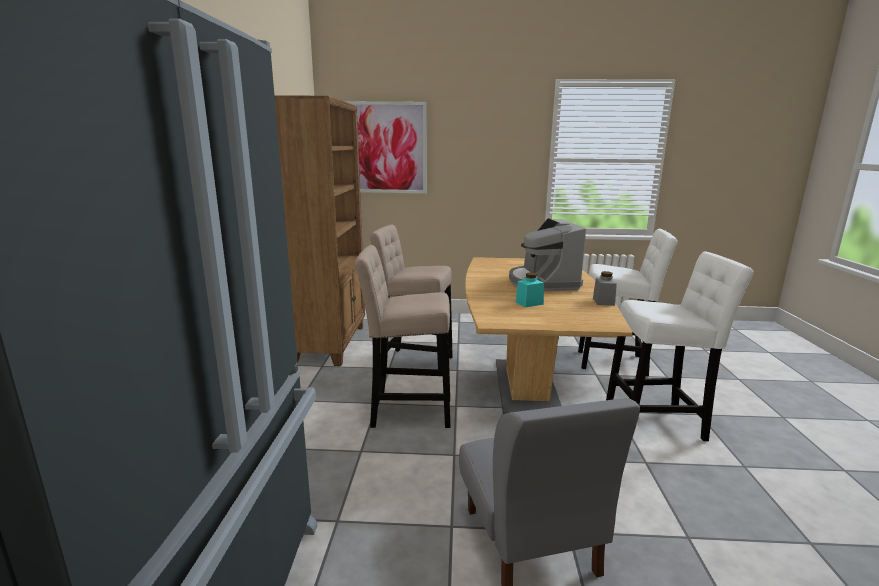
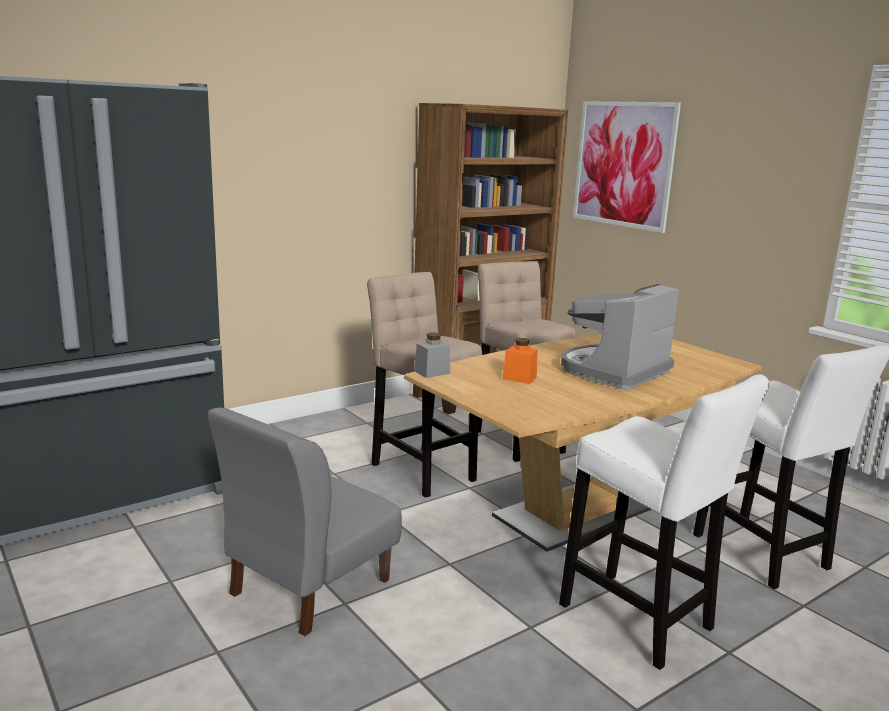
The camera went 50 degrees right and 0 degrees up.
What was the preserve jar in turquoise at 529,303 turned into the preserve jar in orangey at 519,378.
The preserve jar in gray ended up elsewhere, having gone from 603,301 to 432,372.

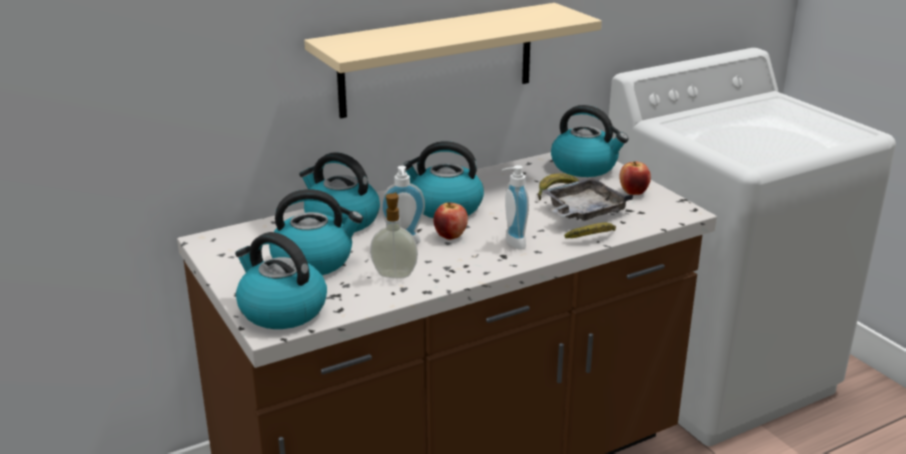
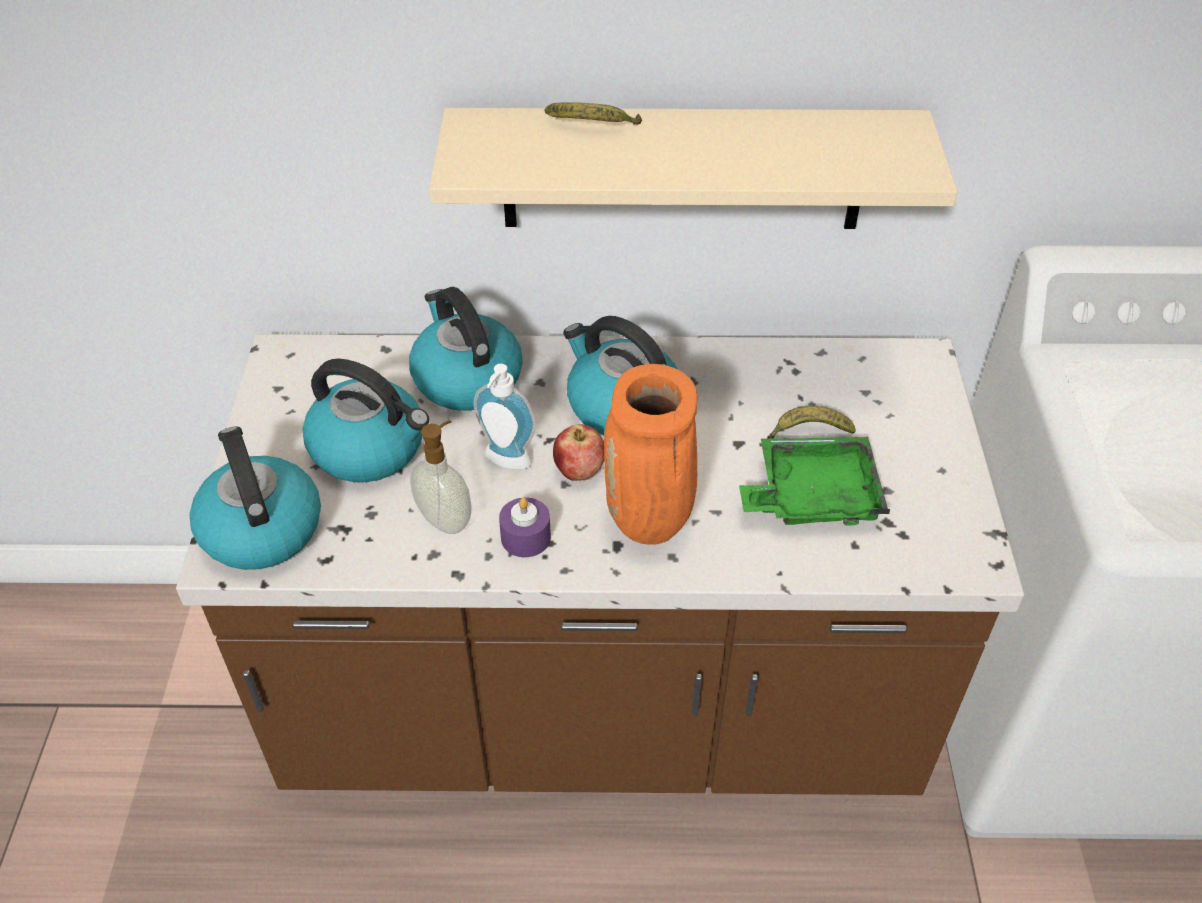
The camera went 30 degrees right and 20 degrees up.
Where the soap dispenser stood at 511,243, the decorative vase in orangey came to stand at 651,522.
What was the carrying tray in gray at 583,211 turned into the carrying tray in green at 812,495.
The second view lost the tea kettle at 585,167.
The whole banana ended up elsewhere, having gone from 593,238 to 592,126.
The second view lost the whole apple at 633,192.
The second view gained the wax candle in purplish at 525,537.

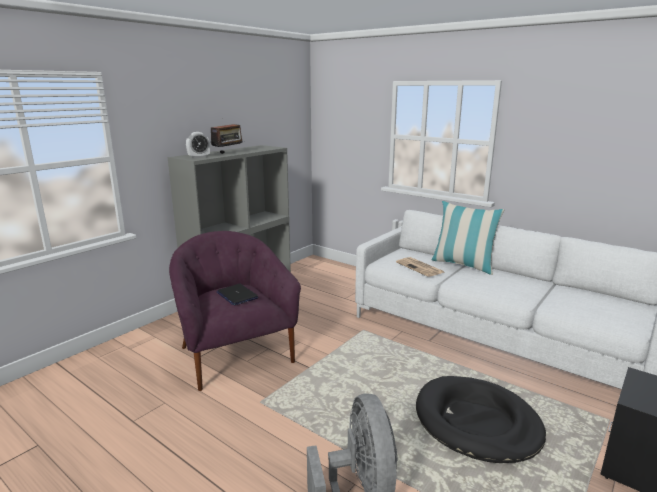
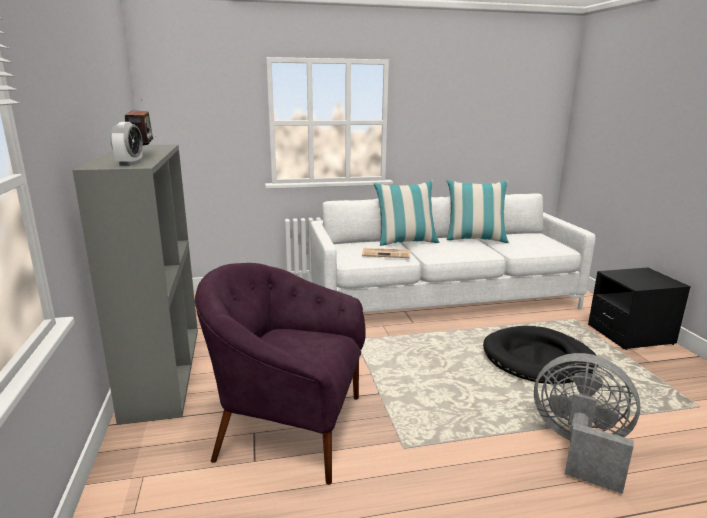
The camera went 50 degrees left and 0 degrees up.
The second view lost the laptop at 237,295.
The second view gained the pillow at 475,239.

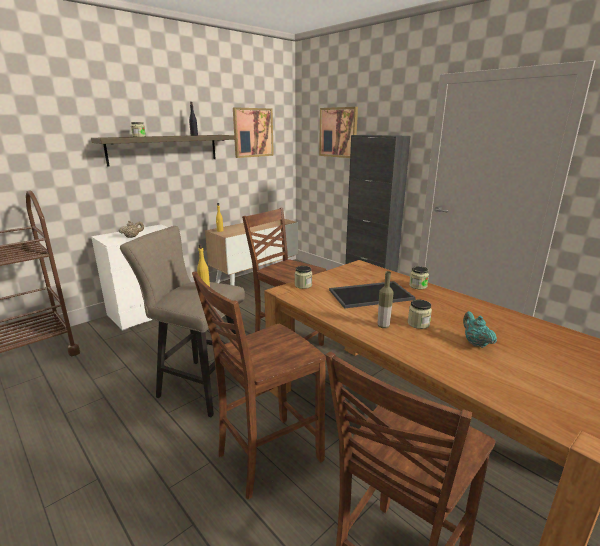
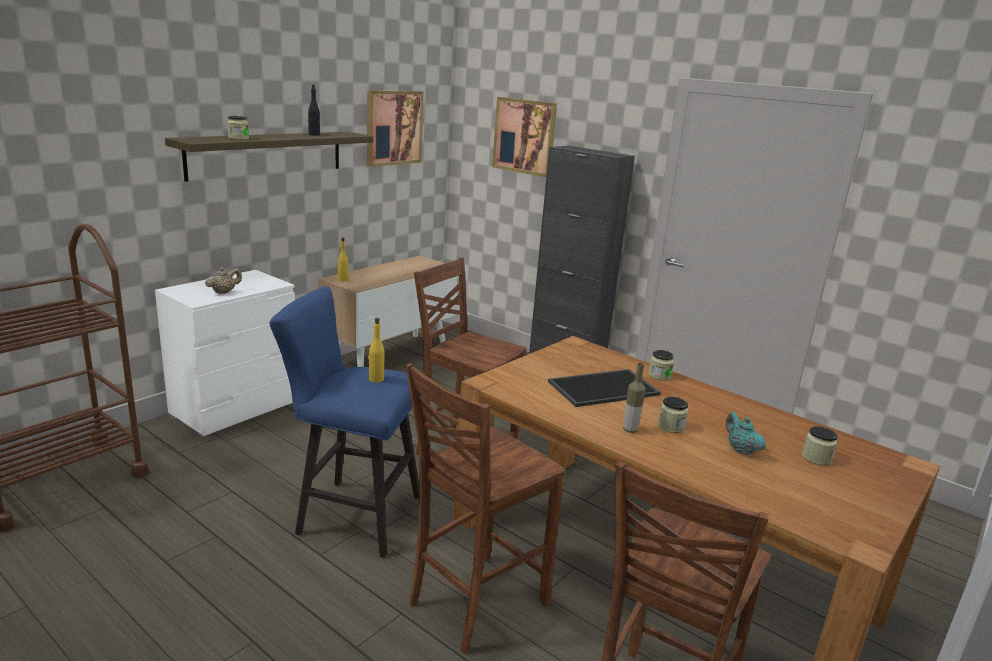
The camera went 10 degrees left and 0 degrees up.
What was the sitting stool in beige-coloured at 198,384 turned into the sitting stool in blue-coloured at 351,514.
The preserve jar ended up elsewhere, having gone from 303,285 to 816,458.

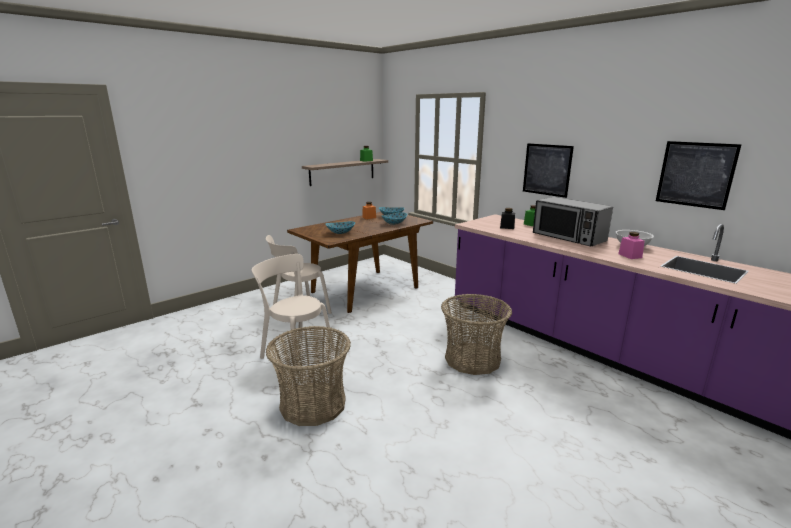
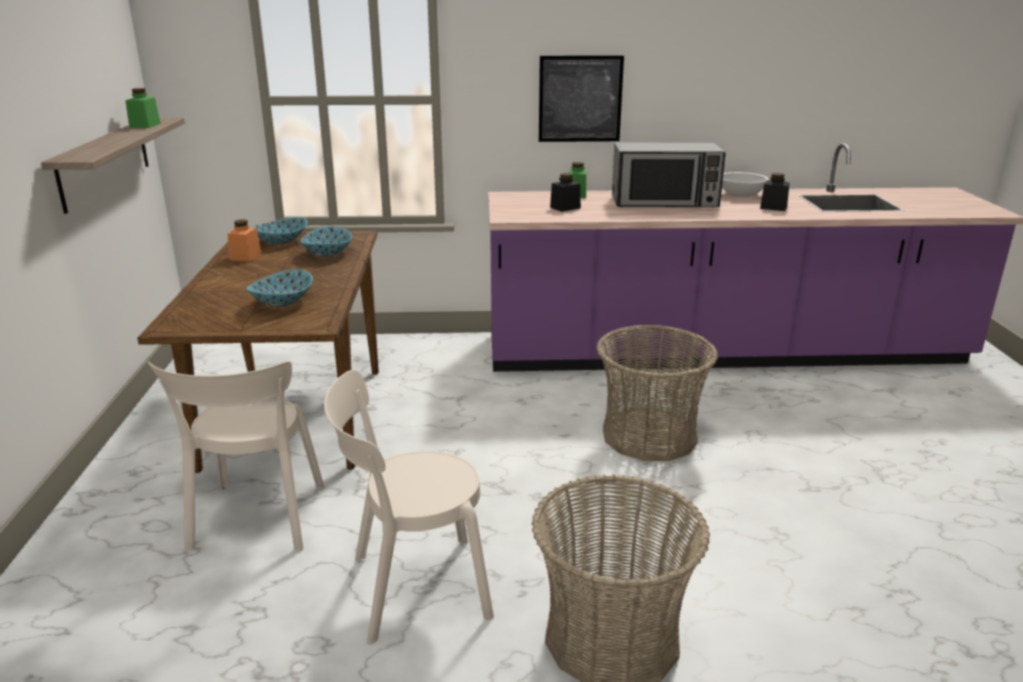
The camera went 50 degrees left and 5 degrees up.
What was the preserve jar in pink-coloured at 630,256 turned into the preserve jar in black at 773,207.
The second view lost the wall picture at 695,174.

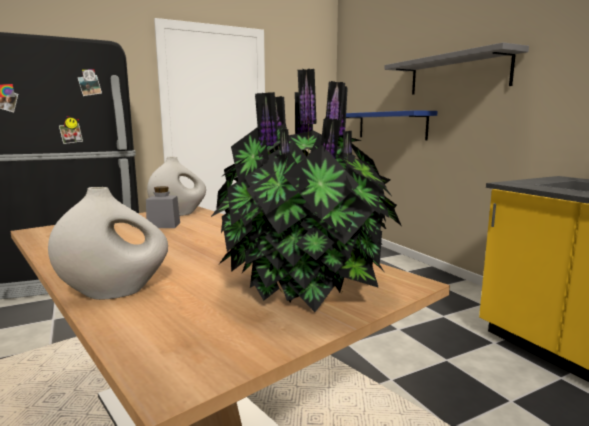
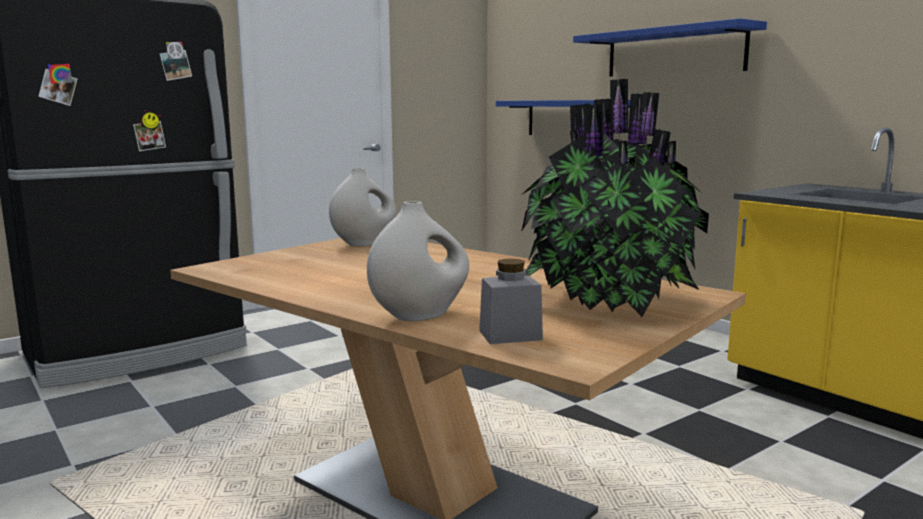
The camera went 10 degrees left and 0 degrees up.
The preserve jar in gray ended up elsewhere, having gone from 163,225 to 510,335.
What was the shelf in gray at 457,74 turned into the shelf in blue-coloured at 673,52.

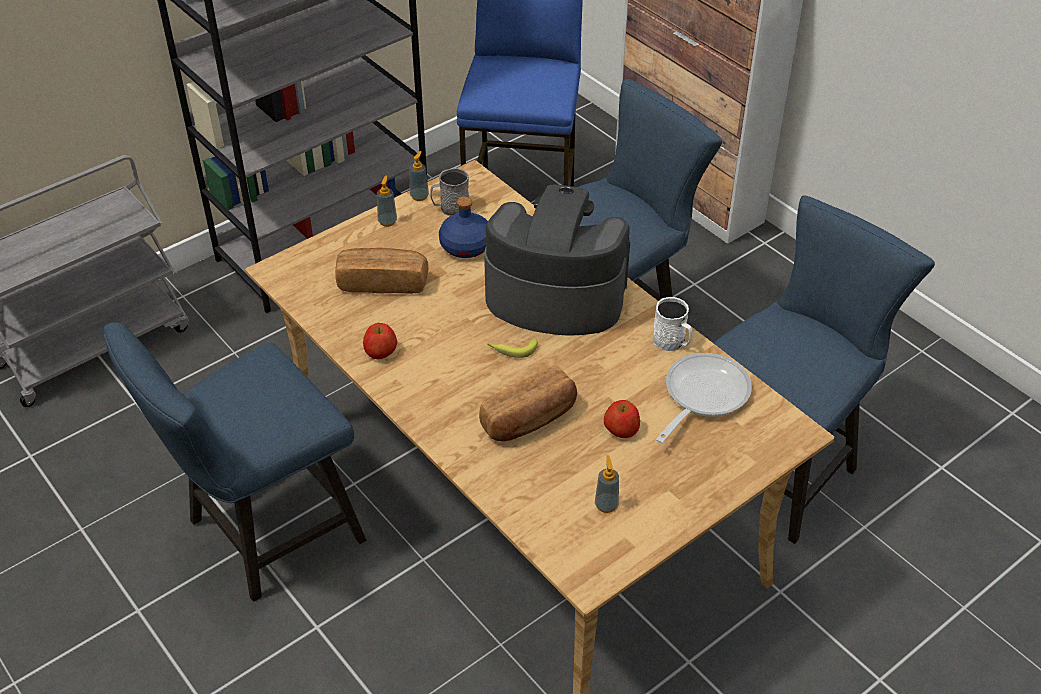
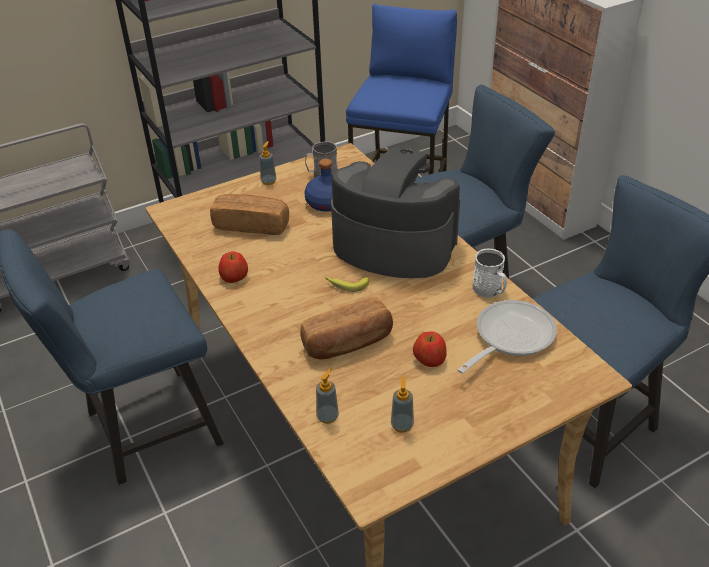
The camera went 10 degrees right and 5 degrees down.
The soap dispenser ended up elsewhere, having gone from 419,196 to 327,416.

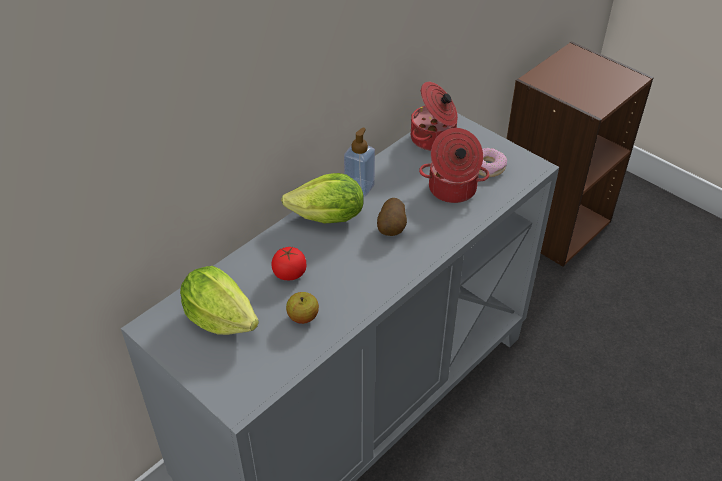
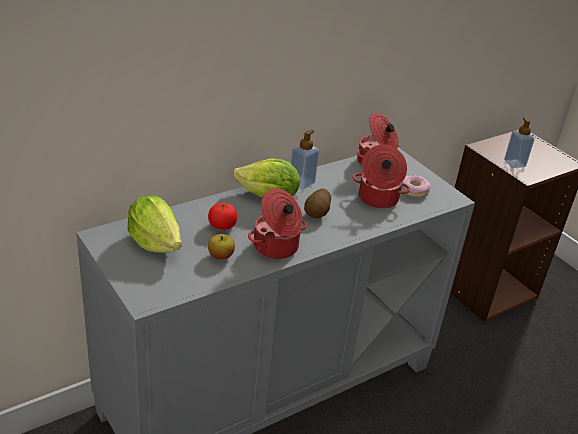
The camera went 10 degrees right and 10 degrees down.
The second view gained the stockpot at 276,247.
The second view gained the soap dispenser at 514,163.

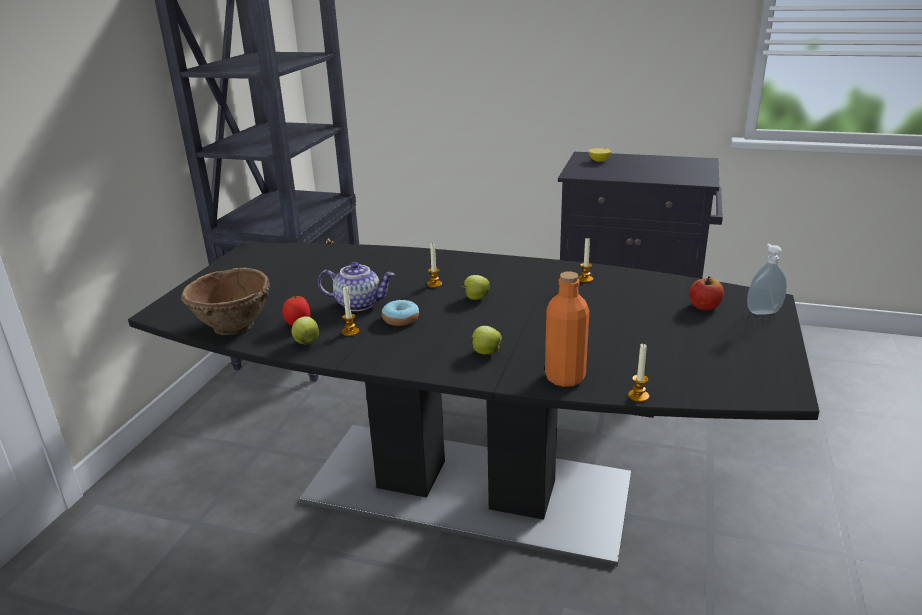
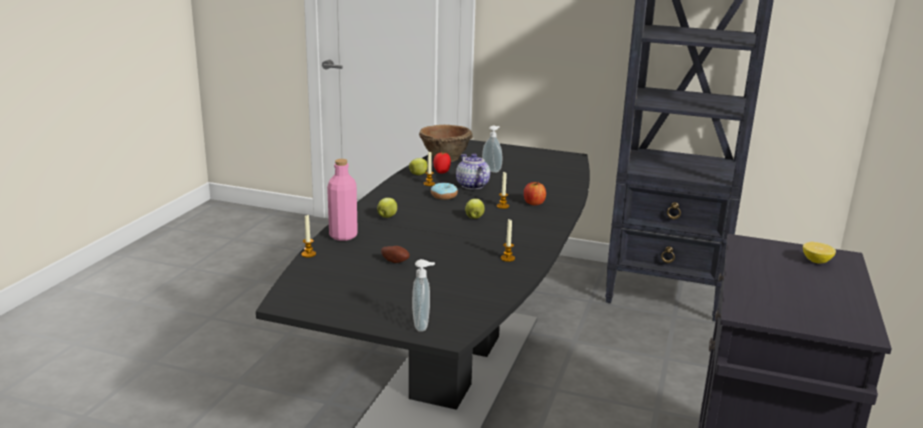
The camera went 90 degrees right and 5 degrees down.
The pot for tea at 359,304 ended up facing another way, 150 degrees clockwise from before.
What was the beverage bottle in orangey at 565,377 turned into the beverage bottle in pink-coloured at 343,236.
The whole apple ended up elsewhere, having gone from 704,306 to 534,203.
The second view gained the potato at 395,261.
The second view gained the soap dispenser at 492,170.

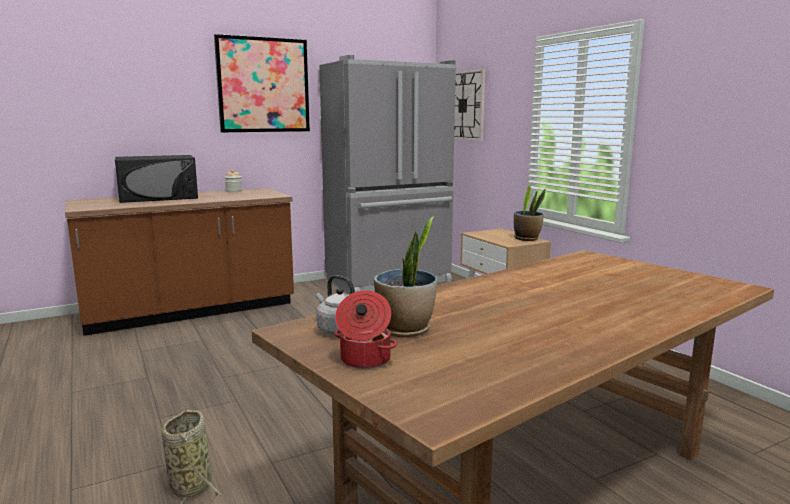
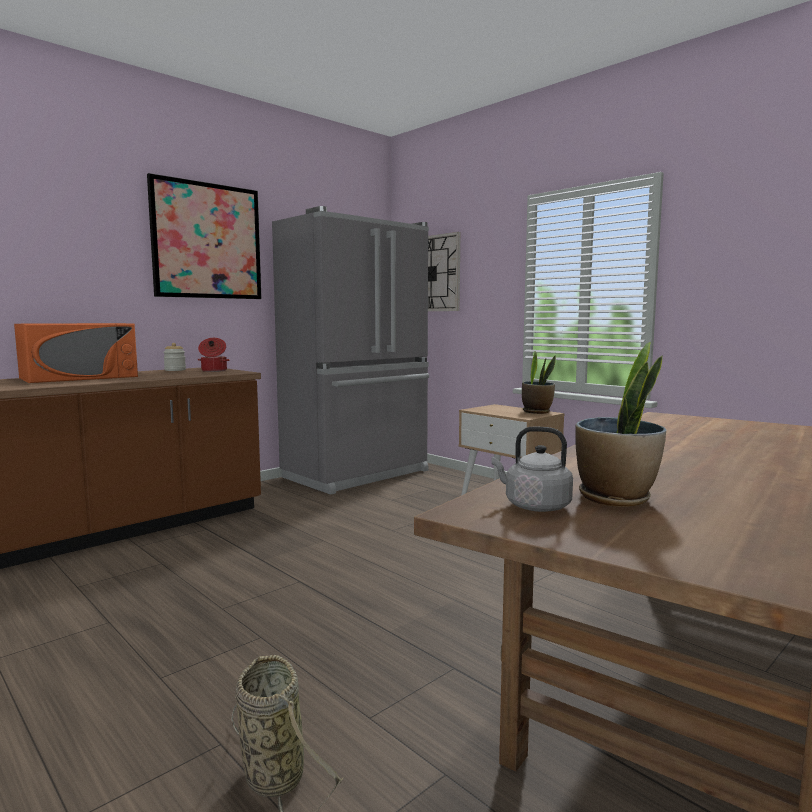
The camera went 15 degrees left and 5 degrees down.
What was the microwave in black at 158,197 turned into the microwave in orangey at 79,377.
The stockpot ended up elsewhere, having gone from 364,360 to 213,371.

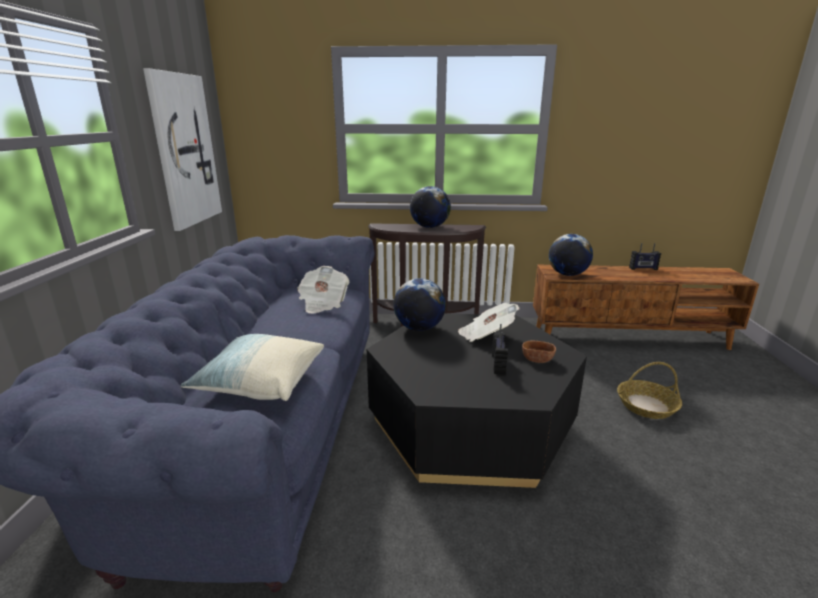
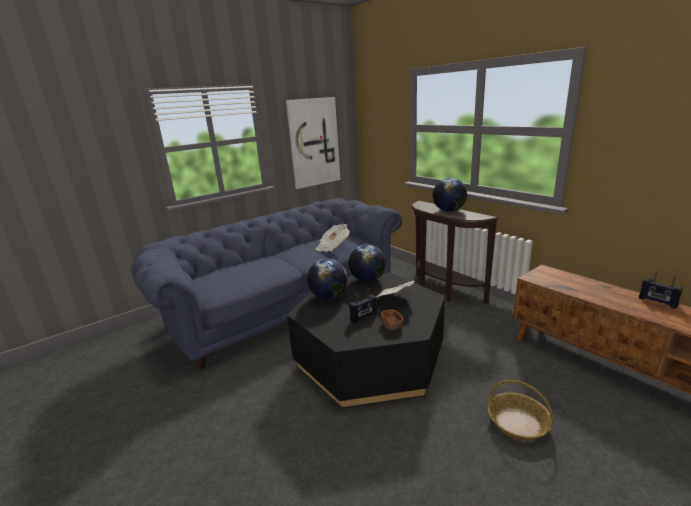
The camera went 50 degrees right and 0 degrees up.
The second view lost the pillow at 260,382.
The world globe ended up elsewhere, having gone from 567,274 to 328,296.

